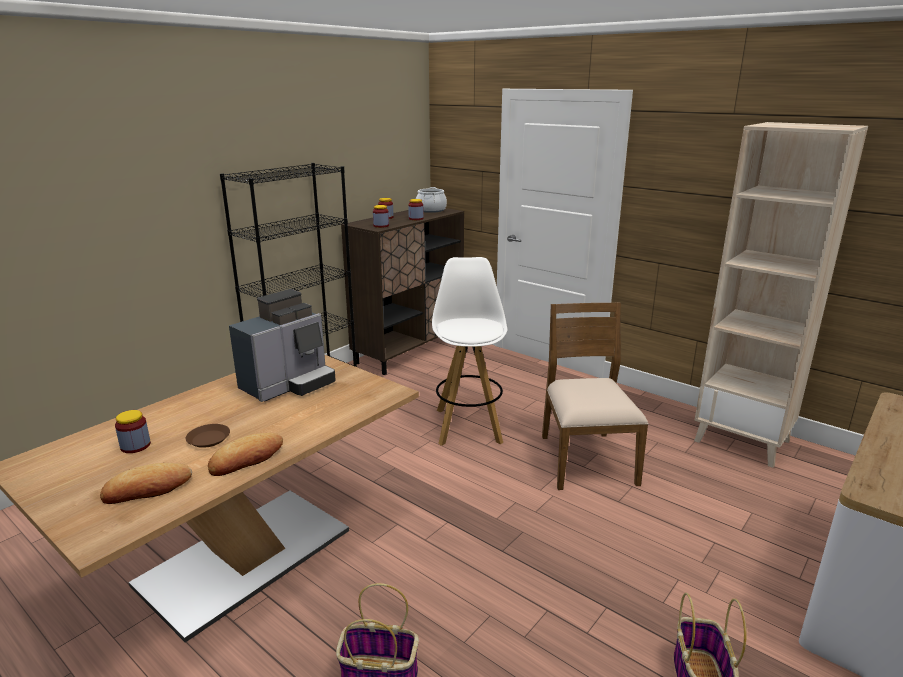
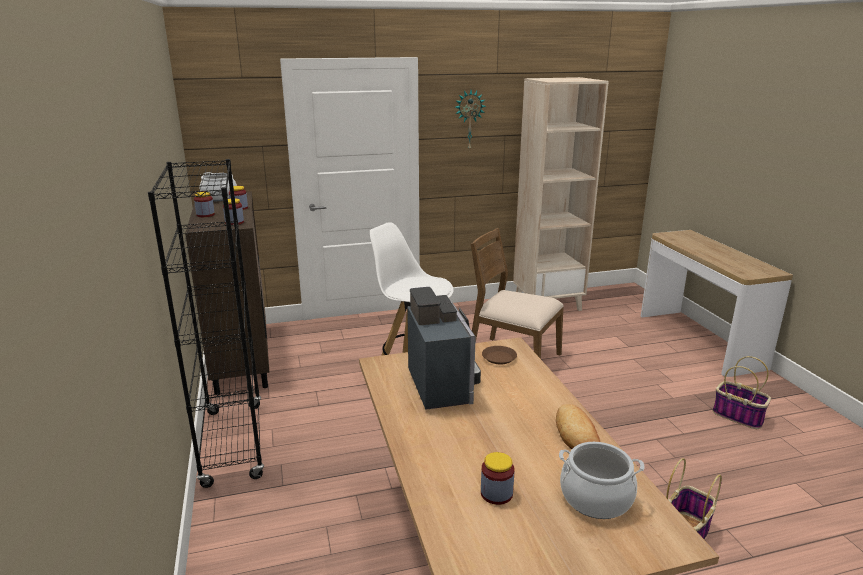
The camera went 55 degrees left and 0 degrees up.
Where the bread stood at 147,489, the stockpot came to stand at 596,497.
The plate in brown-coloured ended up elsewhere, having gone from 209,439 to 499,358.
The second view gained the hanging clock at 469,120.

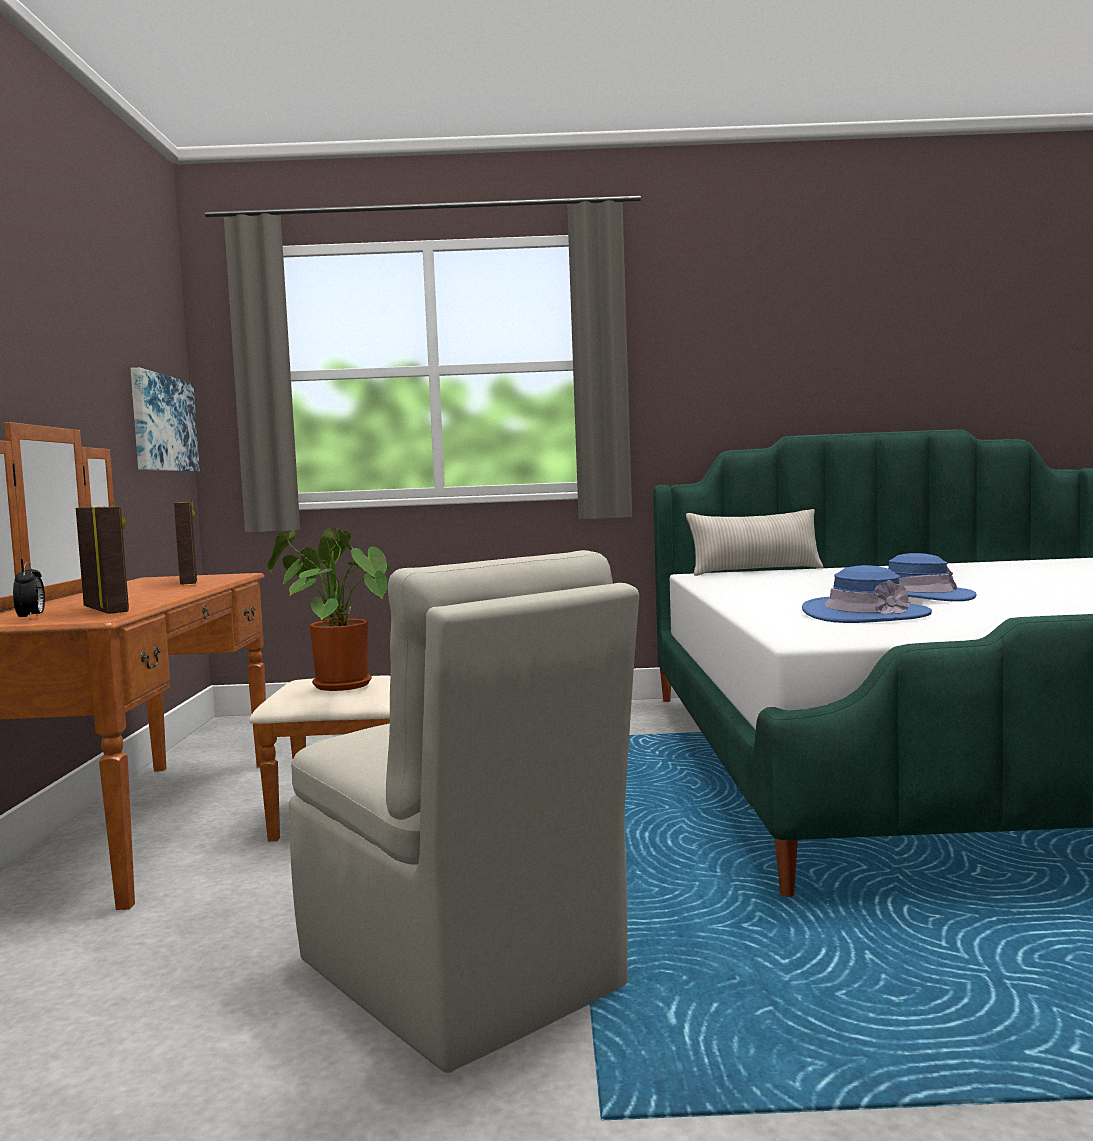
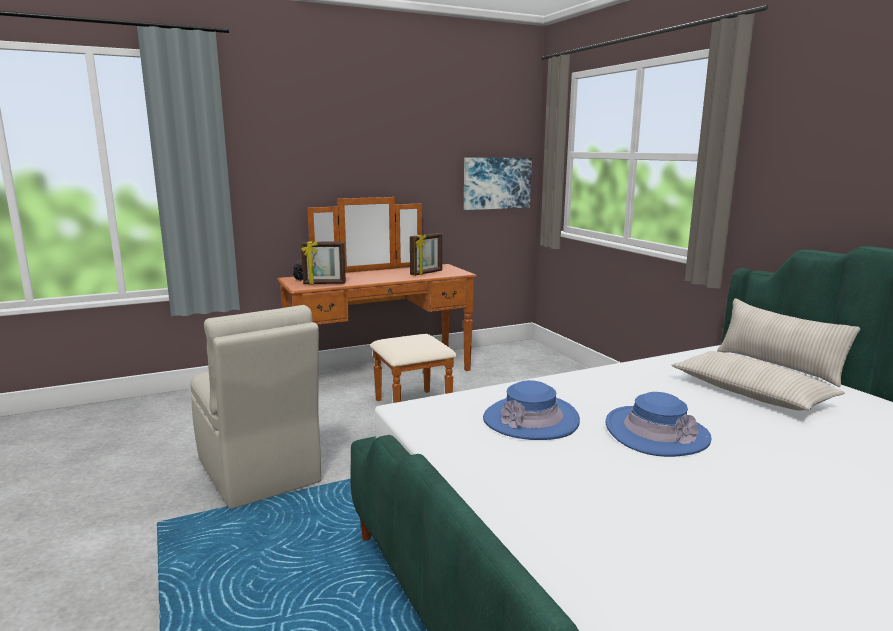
The camera went 65 degrees right and 10 degrees up.
The photo frame at 107,610 ended up facing another way, 60 degrees clockwise from before.
The second view lost the houseplant at 336,685.
The plain chair in beige-coloured at 462,977 ended up facing another way, 60 degrees counterclockwise from before.
The second view gained the pillow in beige-coloured at 750,393.

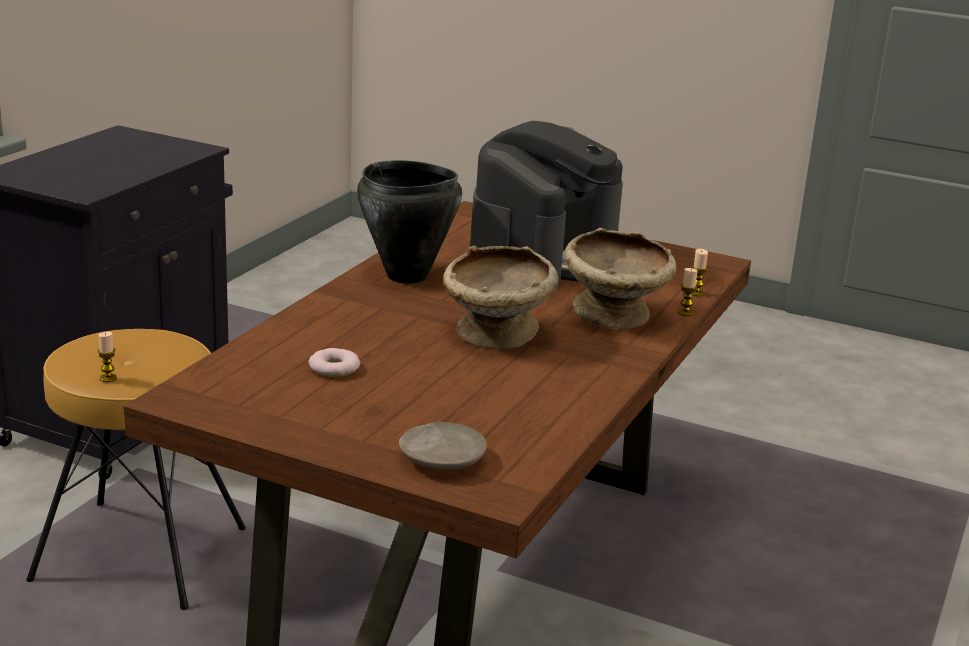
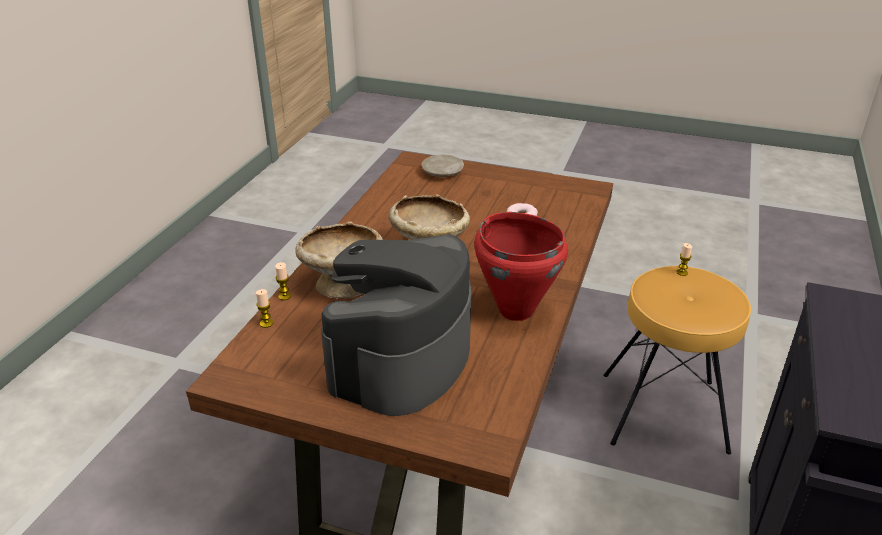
The camera went 175 degrees right and 10 degrees up.
What was the stockpot in black at 407,276 turned into the stockpot in red-coloured at 516,310.

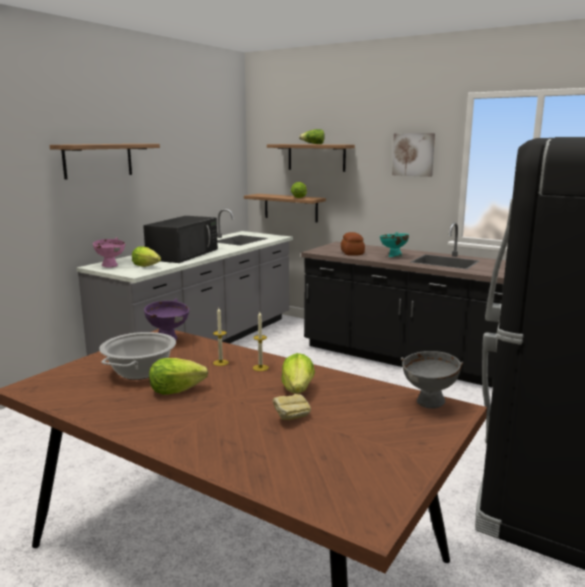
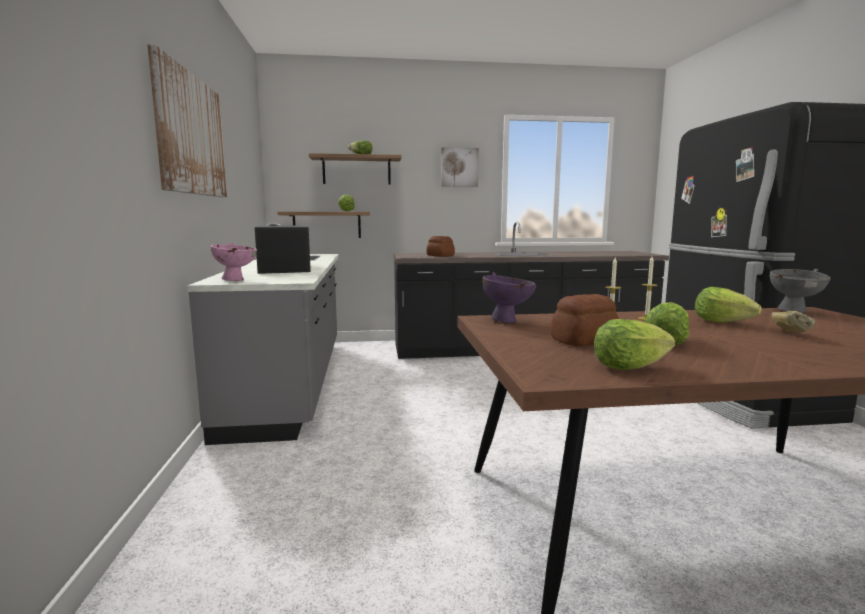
The camera went 40 degrees left and 5 degrees down.
Where the shelf hung at 98,160, the wall picture came to hang at 191,135.
Where the stockpot stood at 140,372, the bread came to stand at 585,340.
The lettuce head ended up elsewhere, having gone from 146,266 to 628,367.
The second view lost the bowl in turquoise at 393,257.

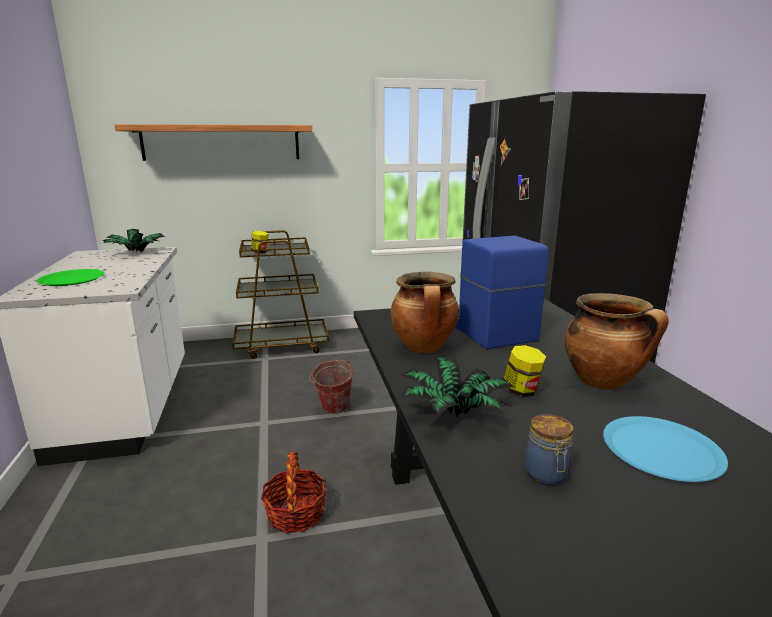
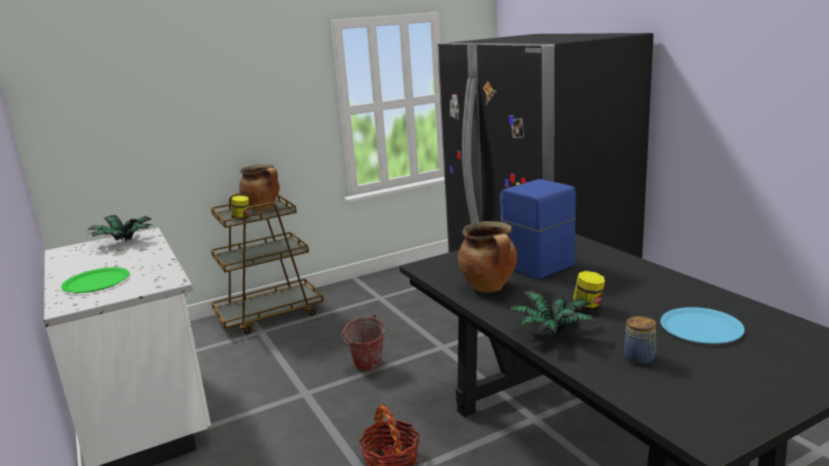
The camera went 15 degrees left and 0 degrees up.
The second view lost the shelf at 221,142.
The stockpot ended up elsewhere, having gone from 604,382 to 263,208.

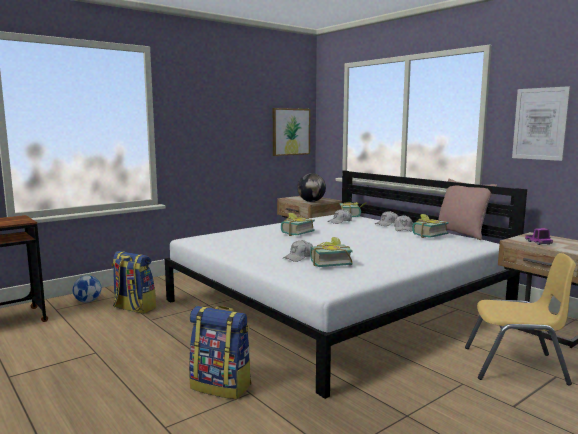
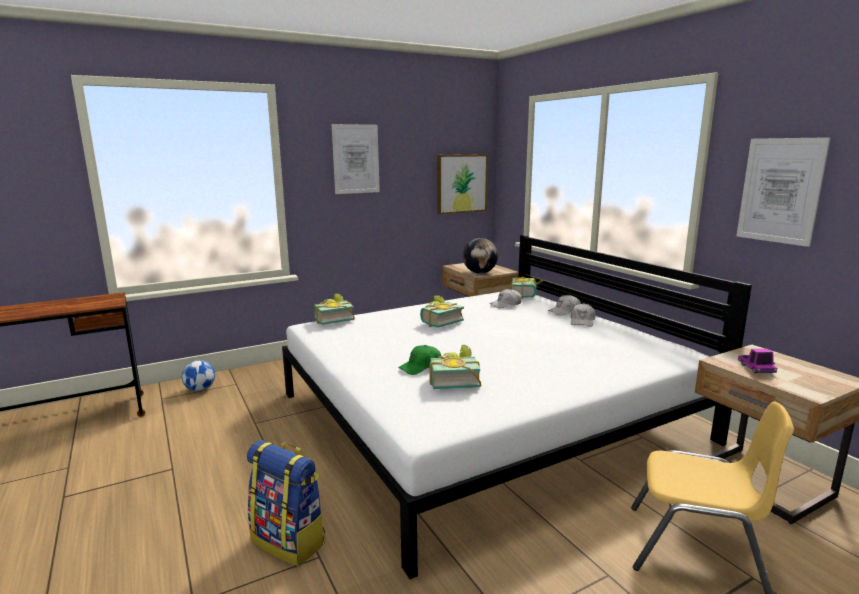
The camera went 10 degrees right and 5 degrees up.
The second view lost the rucksack at 133,308.
What was the cap in whitish at 299,257 turned into the cap in green at 421,367.
The book ended up elsewhere, having gone from 427,235 to 333,319.
The second view lost the pillow in pink-coloured at 462,234.
The second view gained the wall picture at 356,159.

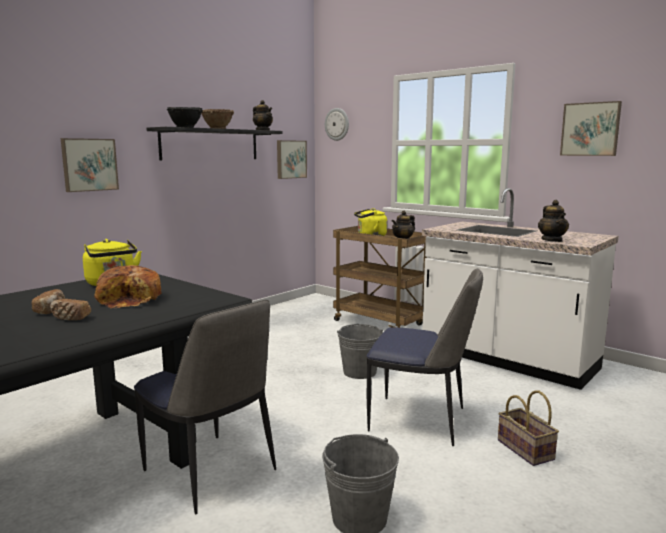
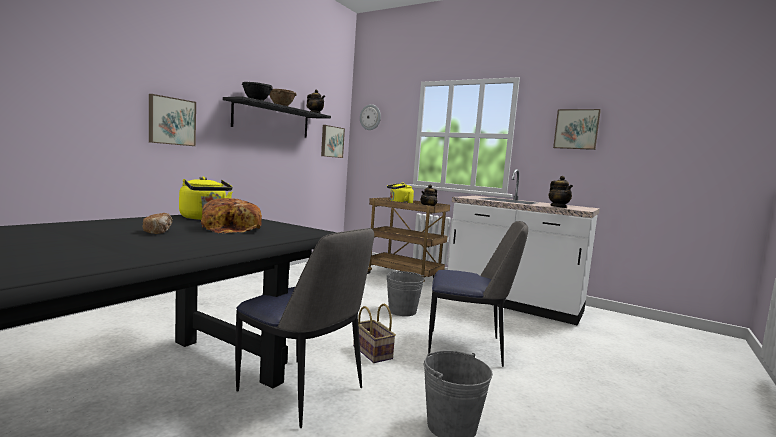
The camera went 10 degrees left and 5 degrees down.
The second view lost the bread at 70,318.
The storage basket ended up elsewhere, having gone from 527,450 to 374,352.

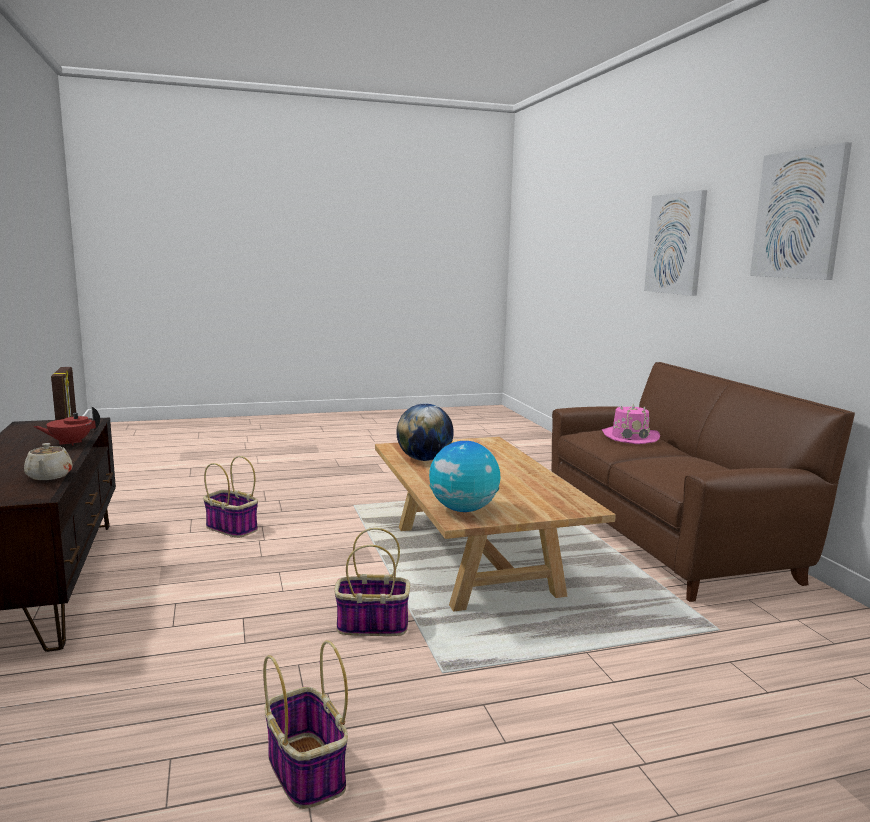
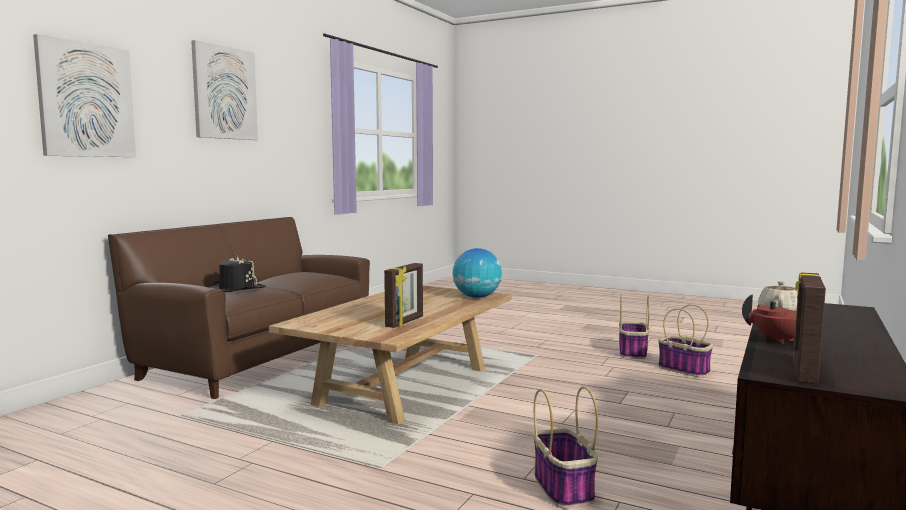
The camera went 135 degrees left and 5 degrees down.
The storage basket ended up elsewhere, having gone from 371,626 to 685,370.
Where the world globe stood at 424,459, the photo frame came to stand at 405,322.
What was the clothing hat in pink-coloured at 630,437 turned into the clothing hat in black at 236,289.

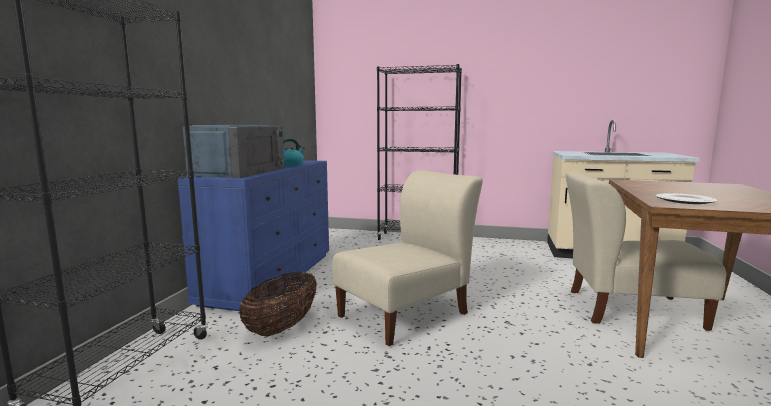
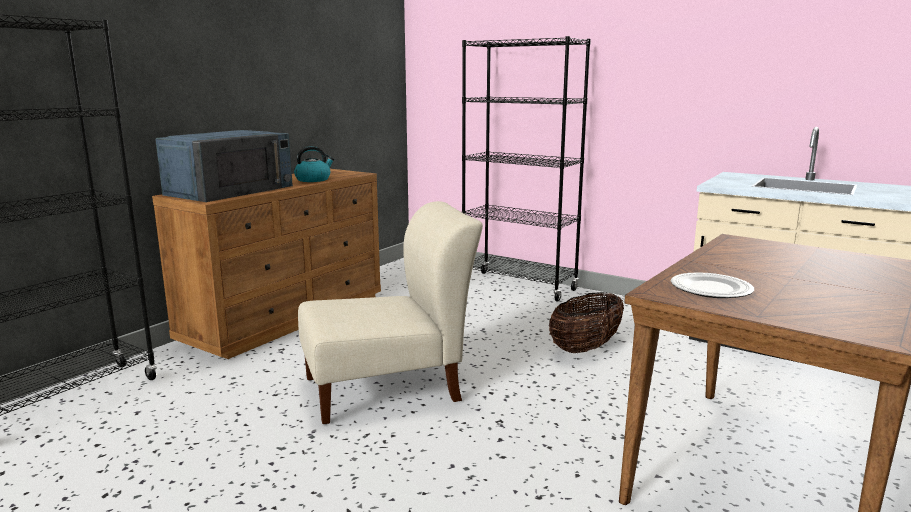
The camera went 20 degrees right and 5 degrees up.
What was the dresser in blue-coloured at 271,276 turned into the dresser in brown-coloured at 287,317.
The storage basket ended up elsewhere, having gone from 282,327 to 585,348.
The second view lost the plain chair in beige-coloured at 627,309.

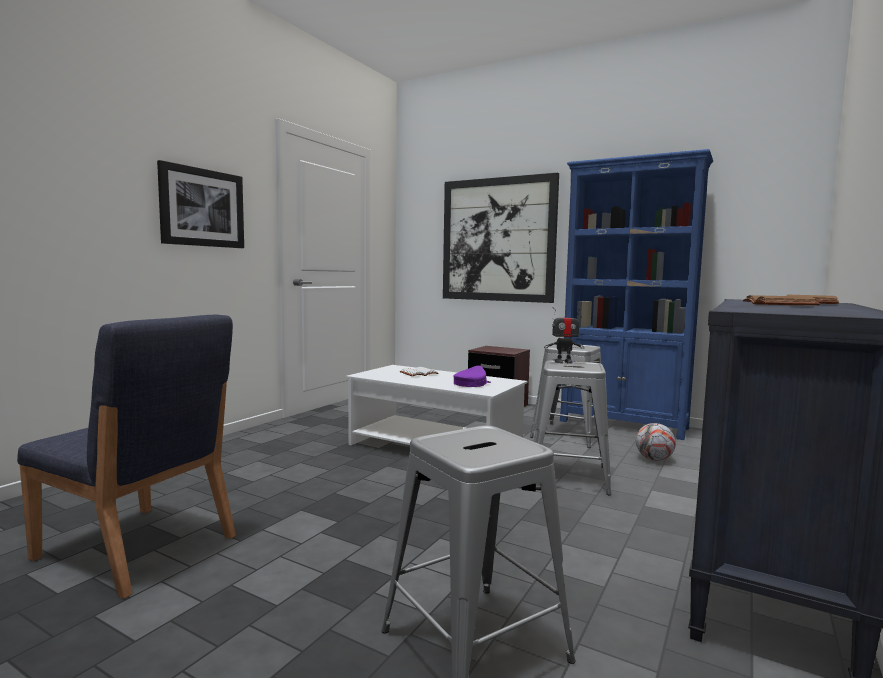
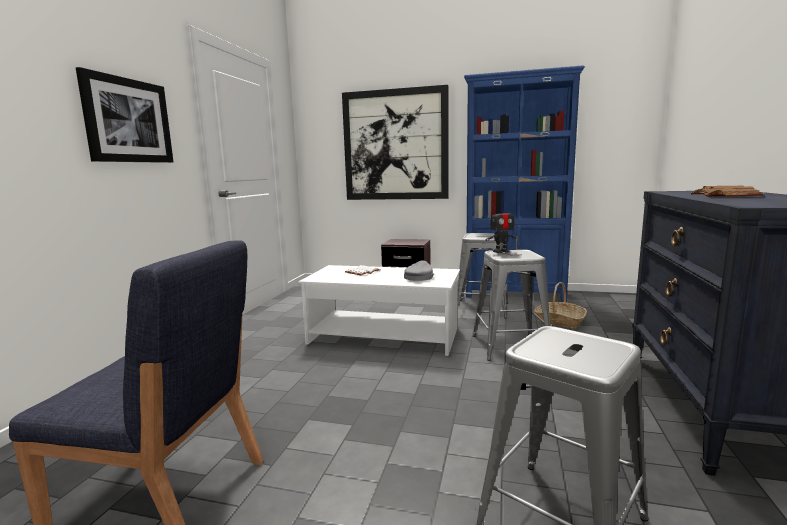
The camera went 15 degrees left and 5 degrees up.
What was the cap in purplish at 471,383 turned into the cap in gray at 419,277.
Where the football stood at 654,459, the storage basket came to stand at 559,321.

